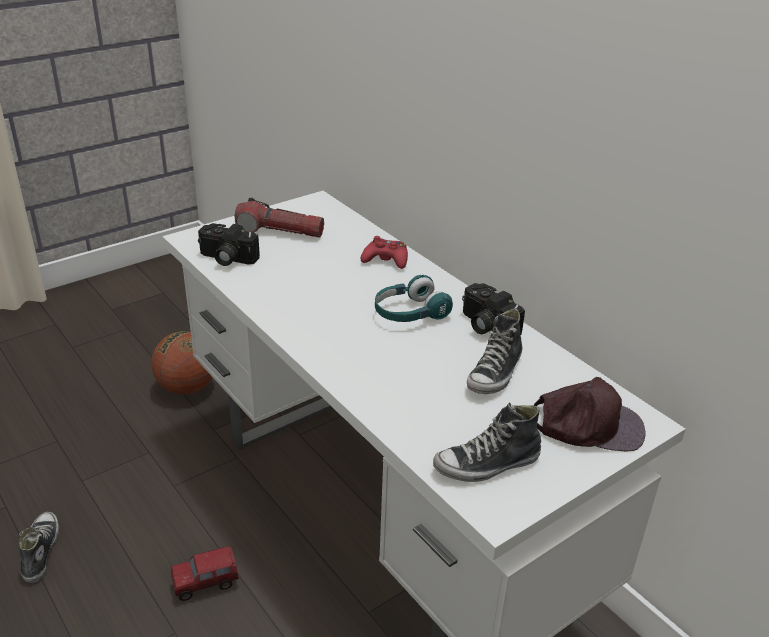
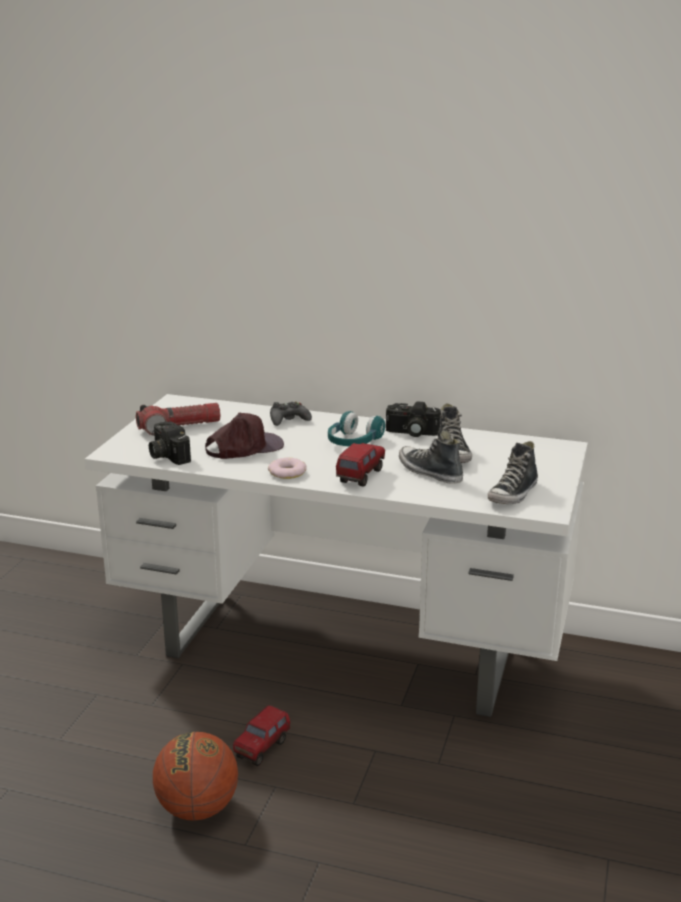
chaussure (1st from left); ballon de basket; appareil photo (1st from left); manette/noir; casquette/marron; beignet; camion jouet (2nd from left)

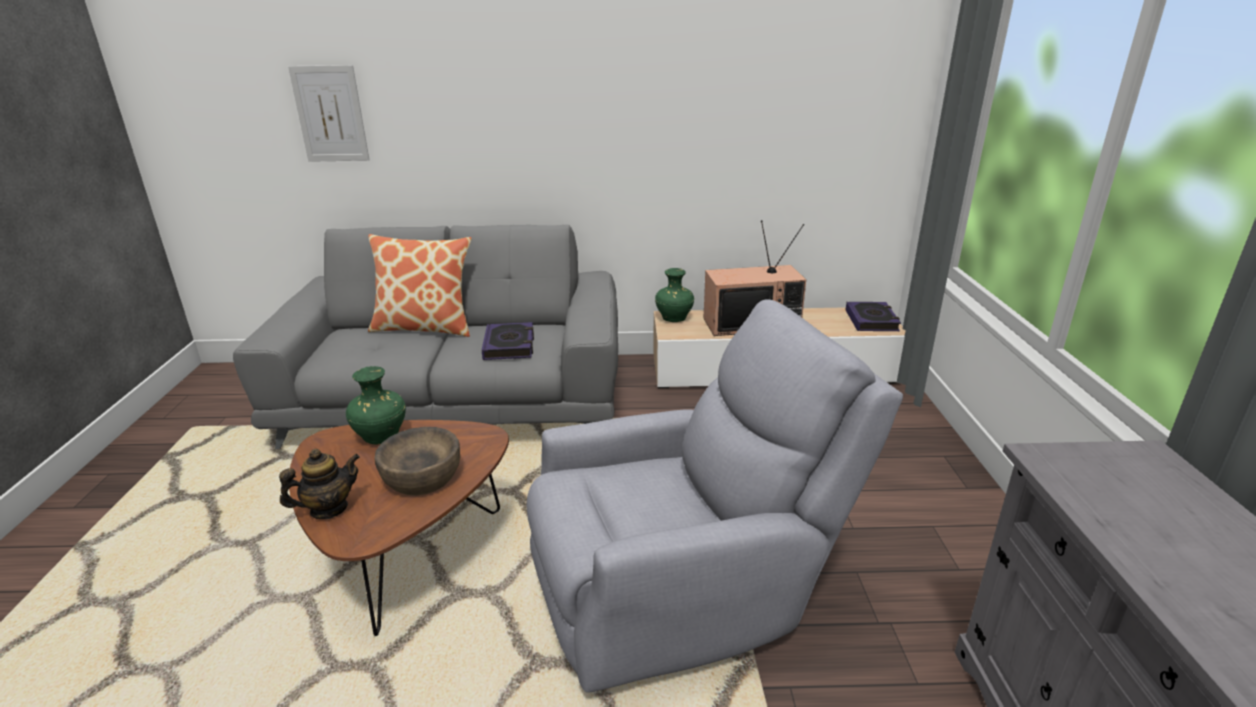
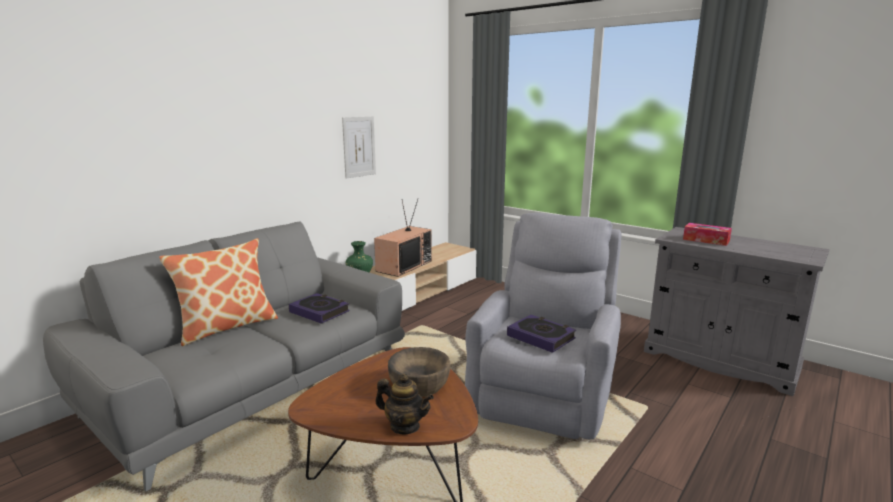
théière; tableau; vase/vert (1st from left in the first image); livre (2nd from left); boîte à mouchoirs

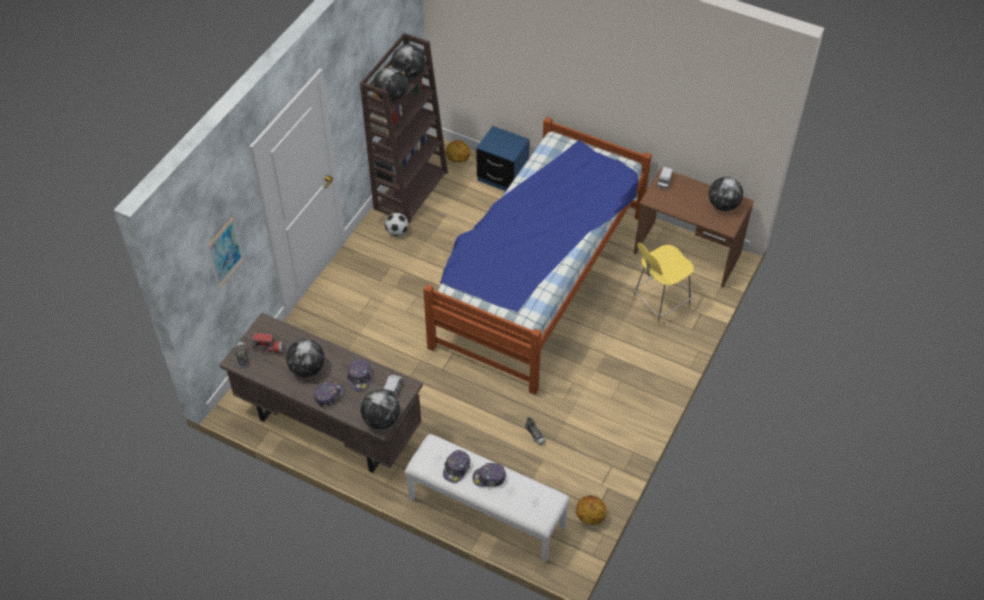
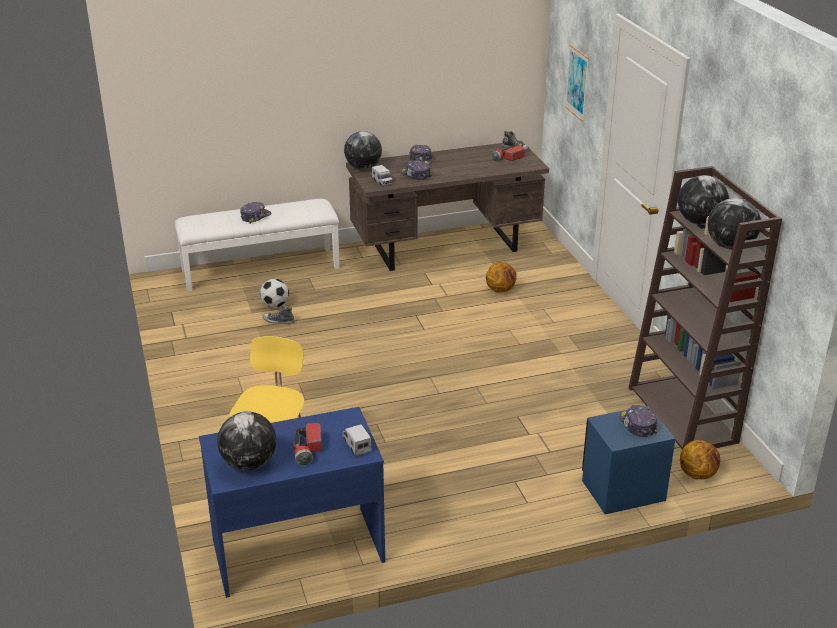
globe (1st from left in the first image); ballon de foot; lit; casquette (4th from left); ballon de basket (1st from left); bureau/bleu; lampe de poche (1st from left)

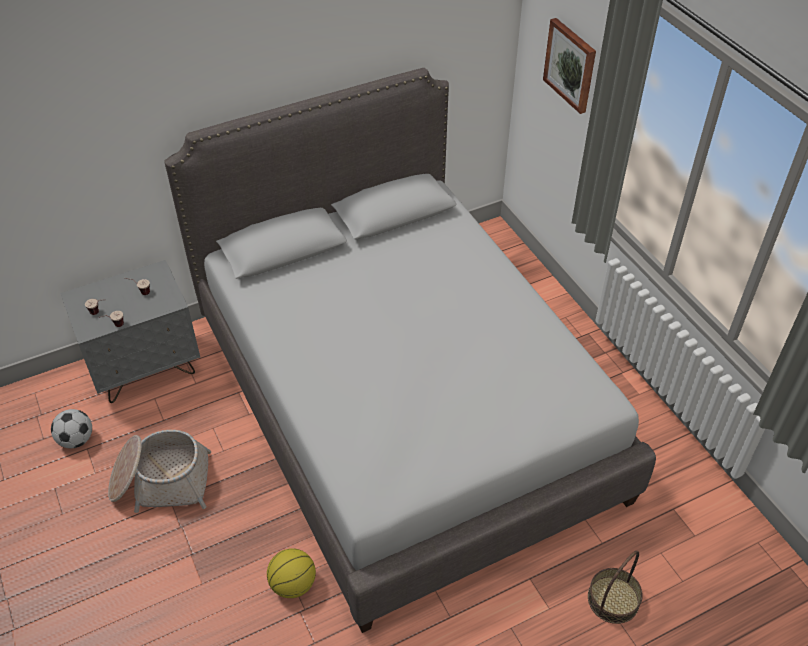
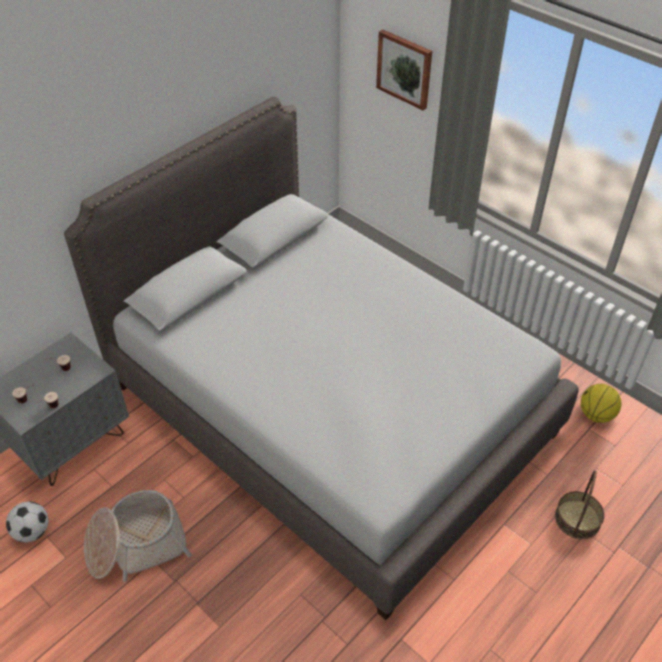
ballon de basket

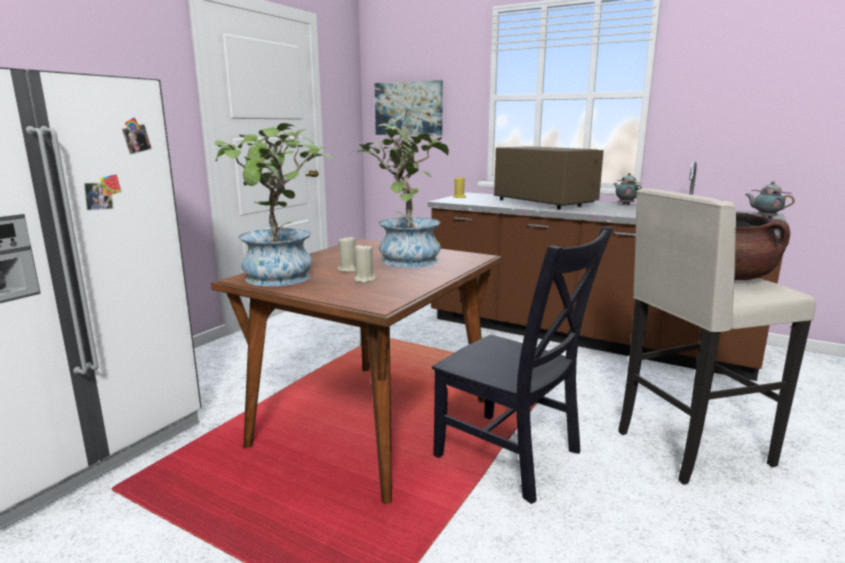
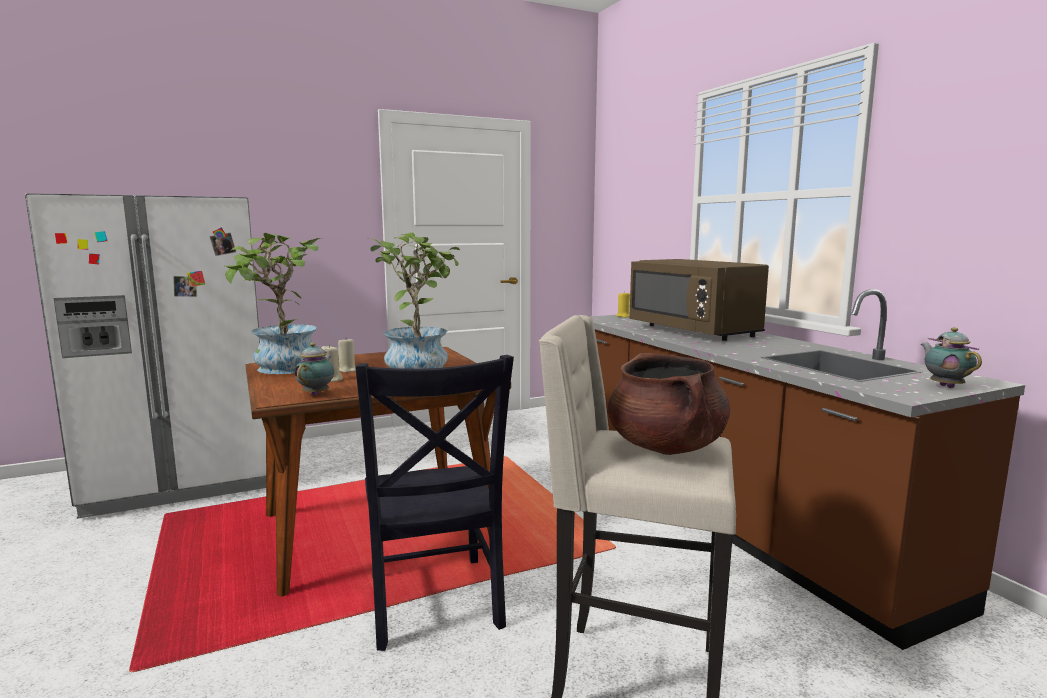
tableau; micro-ondes/marron; théière (1st from left)

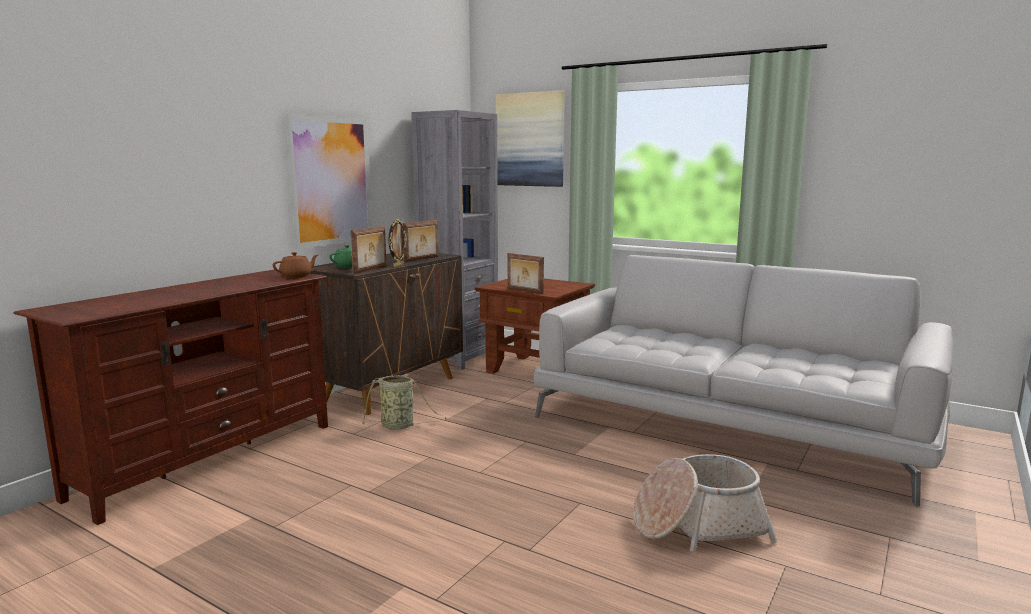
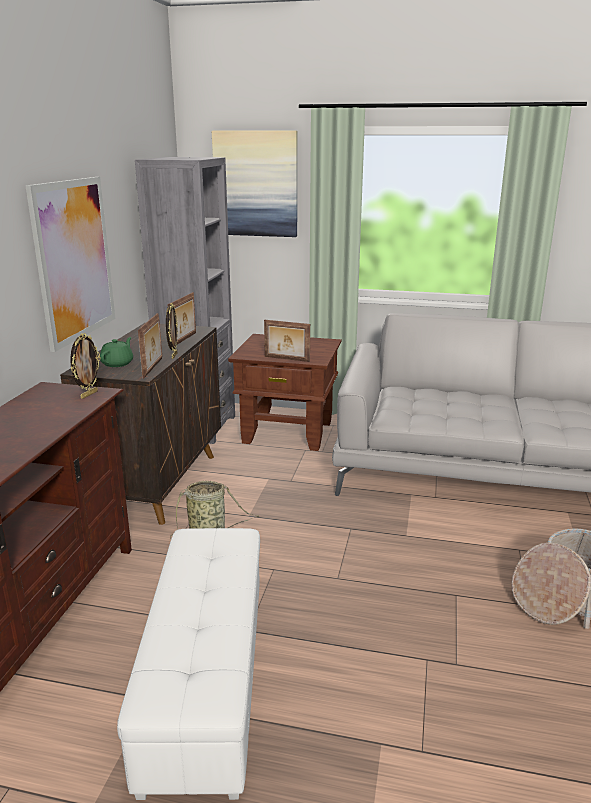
cadre photo (1st from left); pouf/blanc

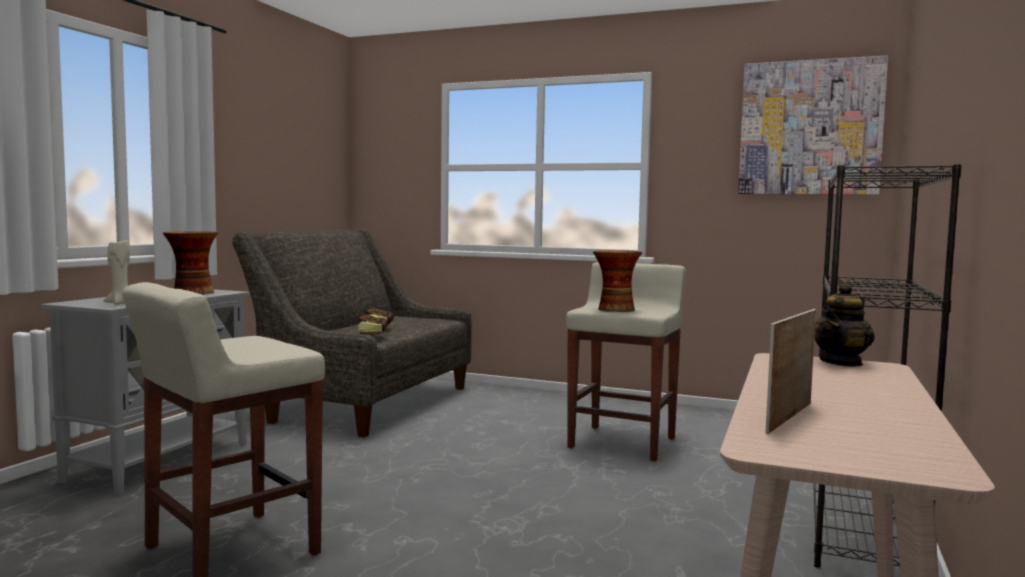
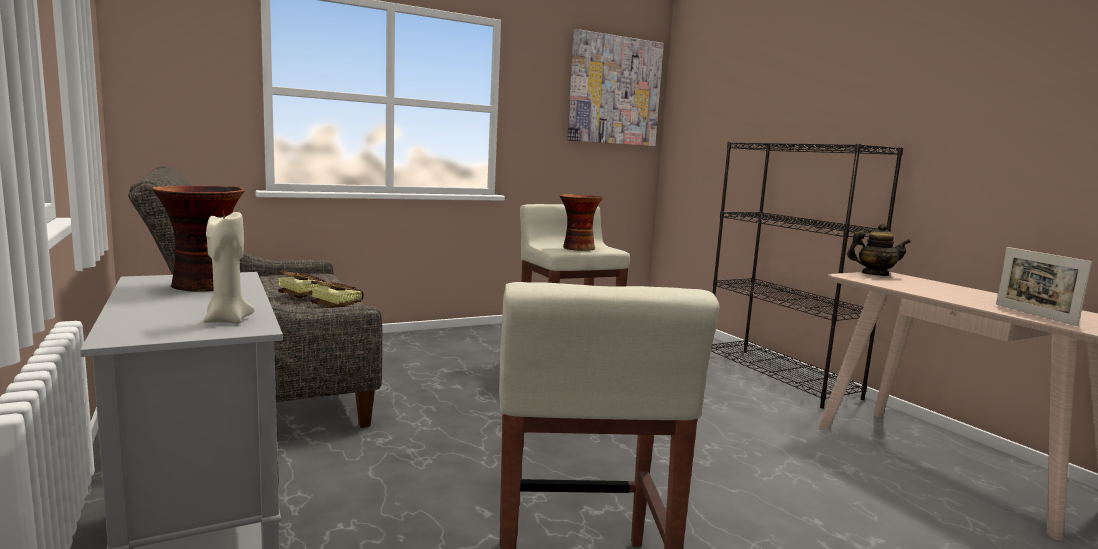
théière

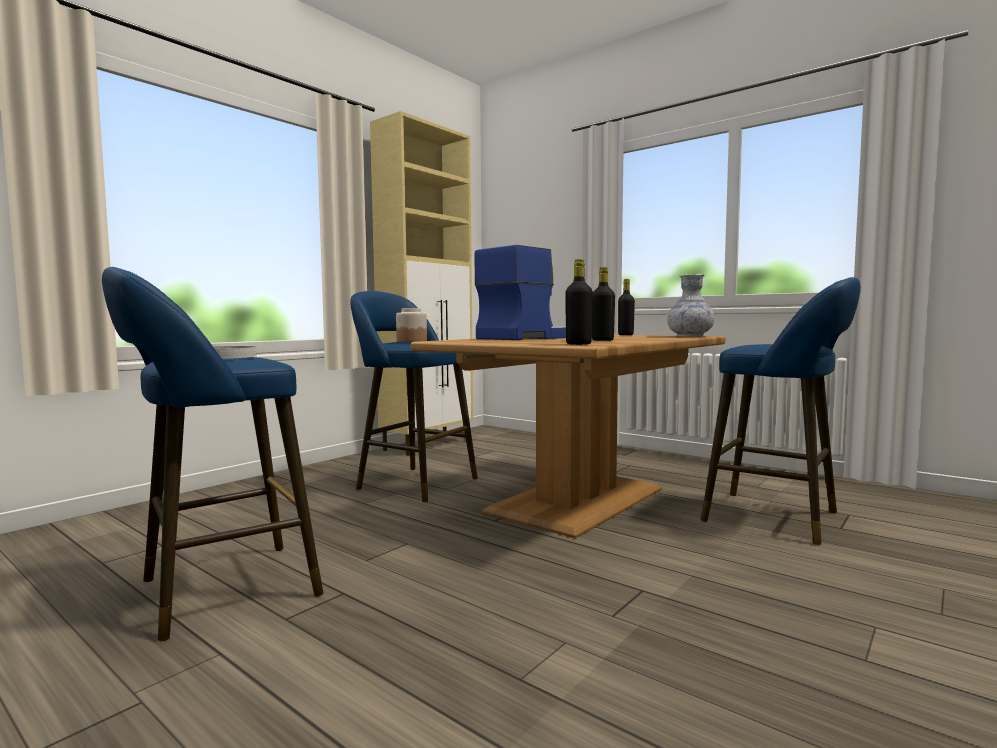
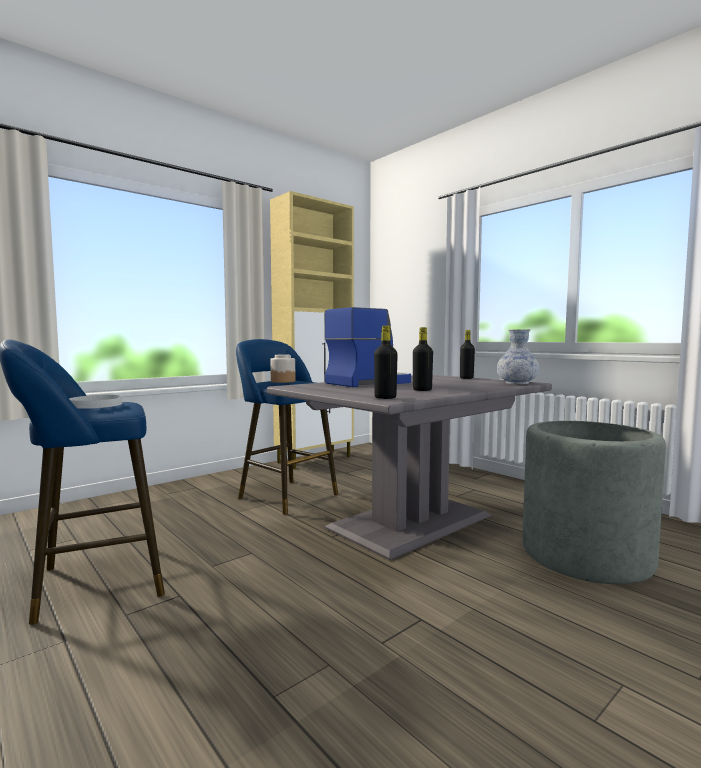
table à manger/gris; cache-pot/gris

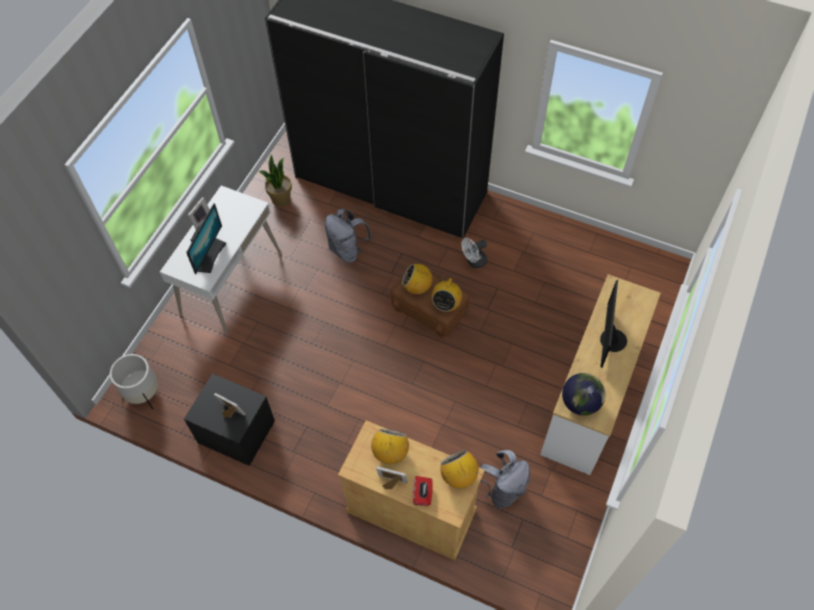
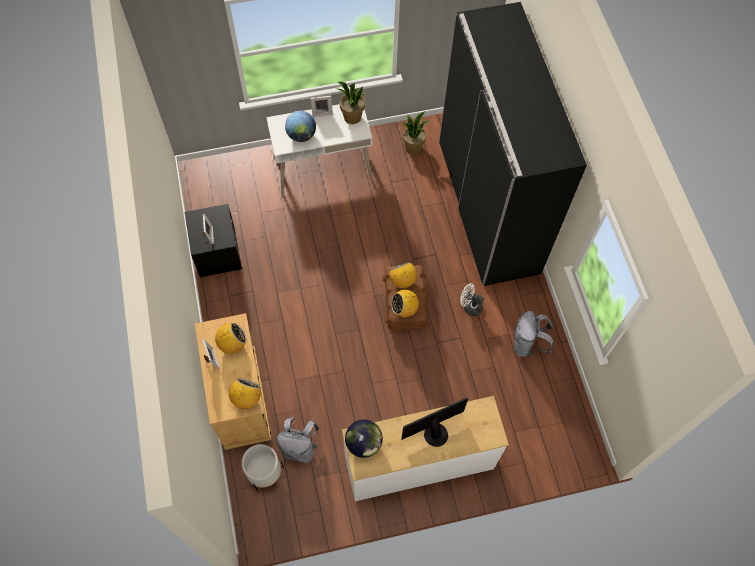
cache-pot/blanc; globe (1st from left); sac à dos/gris (2nd from left); boîte à mouchoirs/rouge; plante en pot (1st from left)

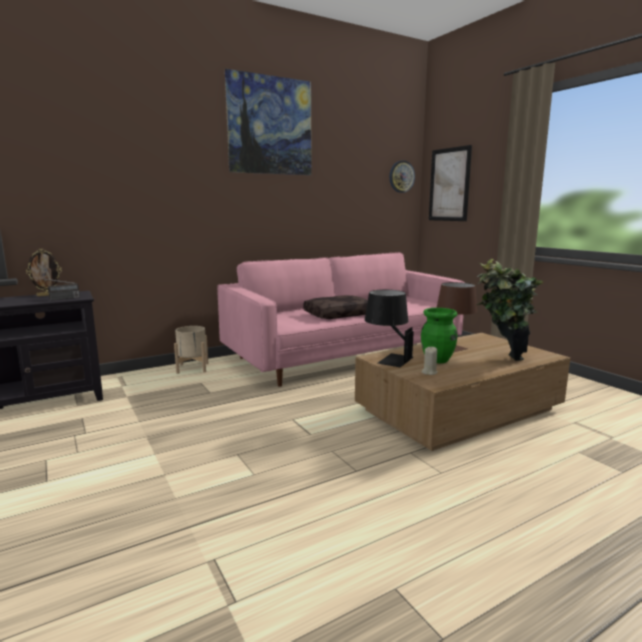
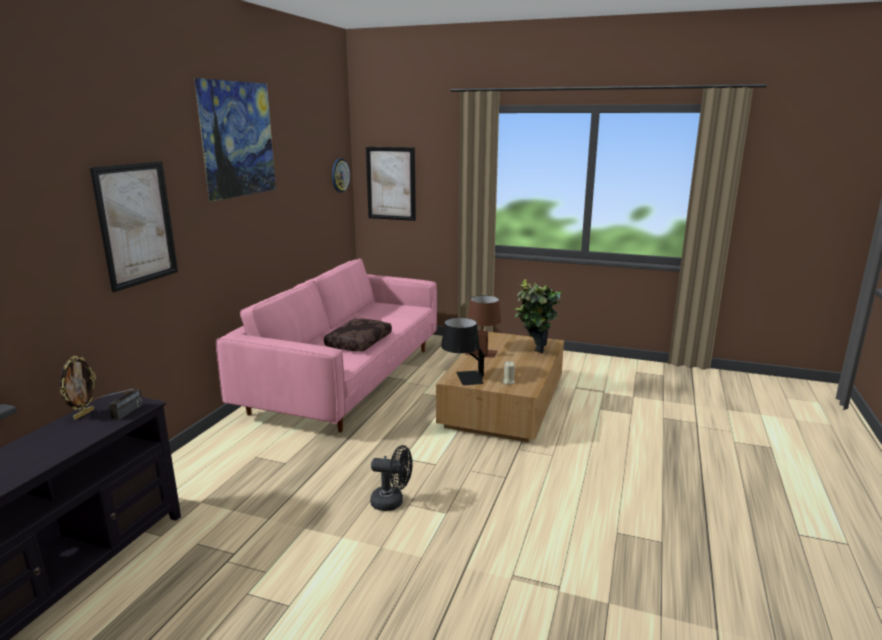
cache-pot/beige; vase/vert; tableau (1st from left); ventilateur/noir

